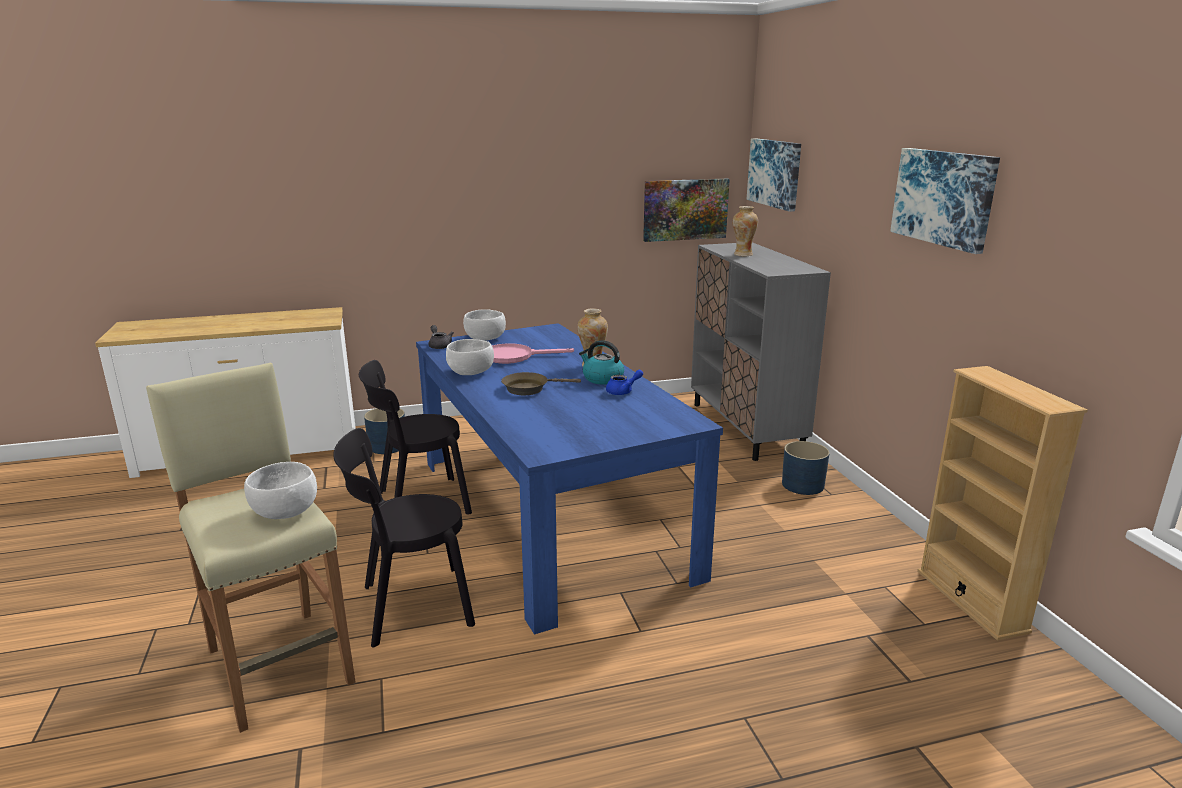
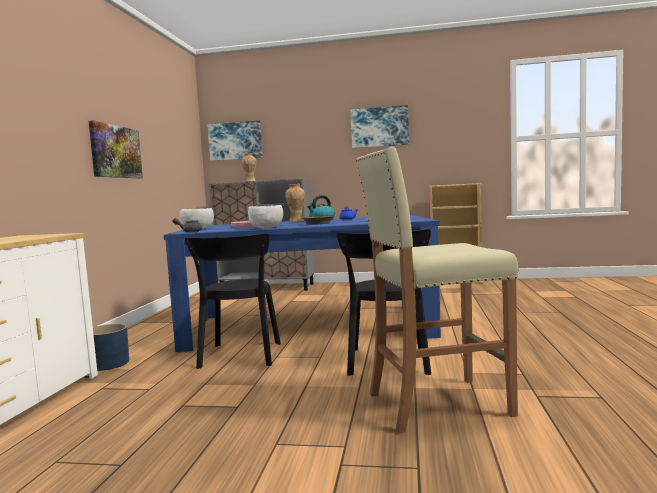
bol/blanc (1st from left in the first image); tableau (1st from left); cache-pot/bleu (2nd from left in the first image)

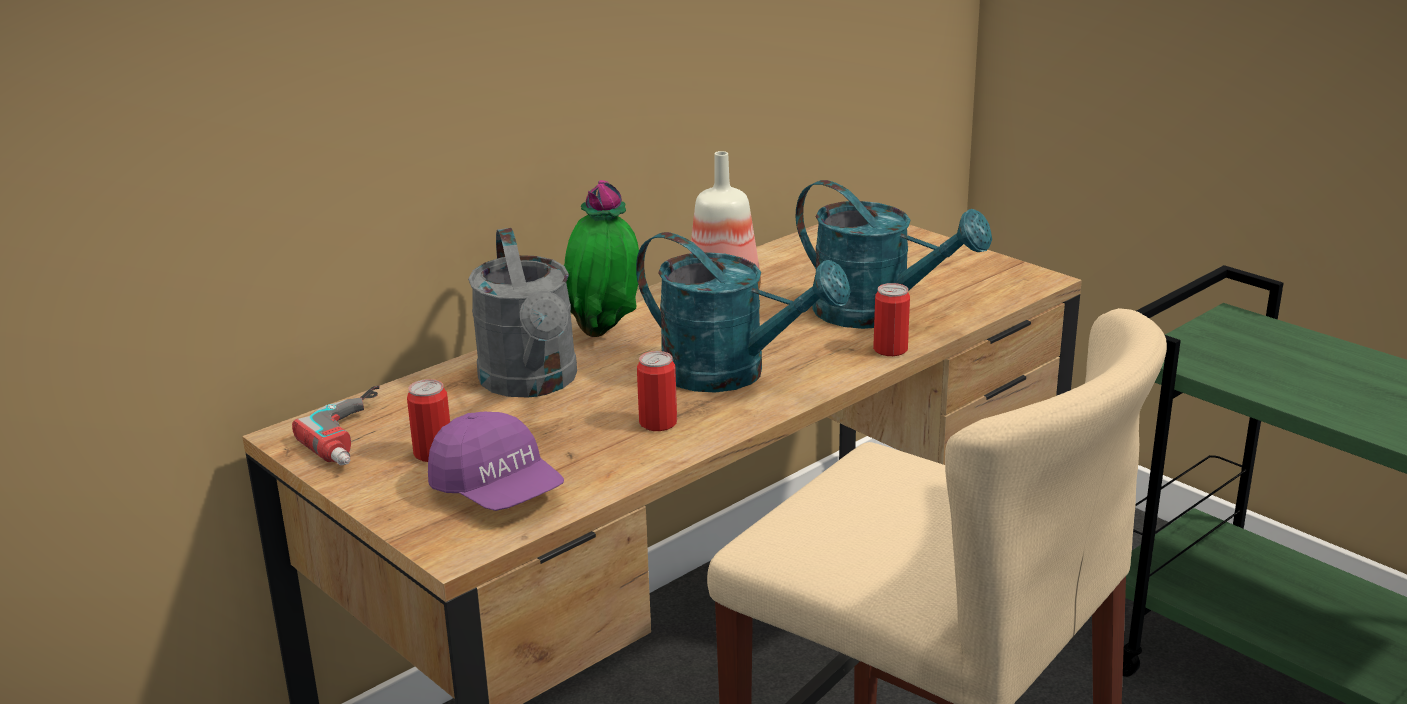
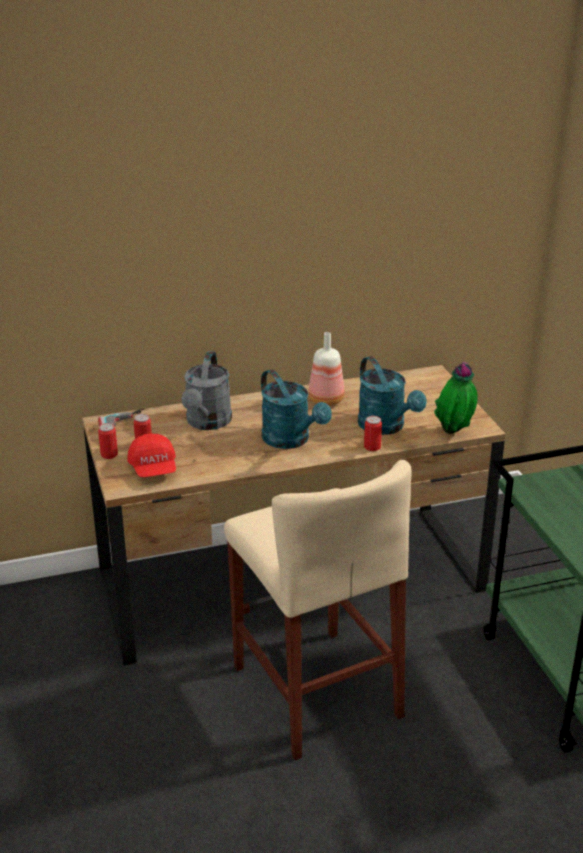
casquette/rouge; plante en pot; boîte métallique (1st from left)

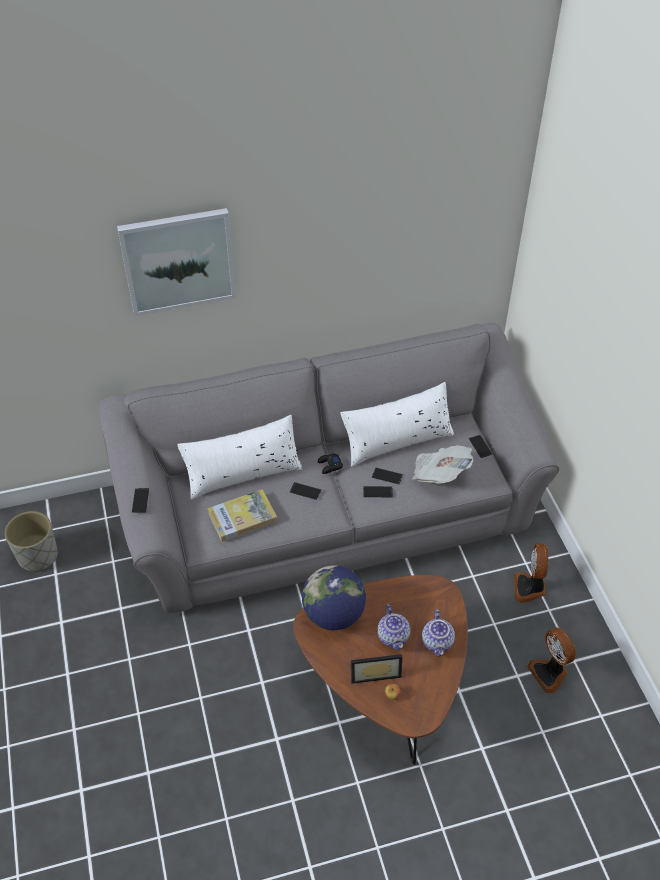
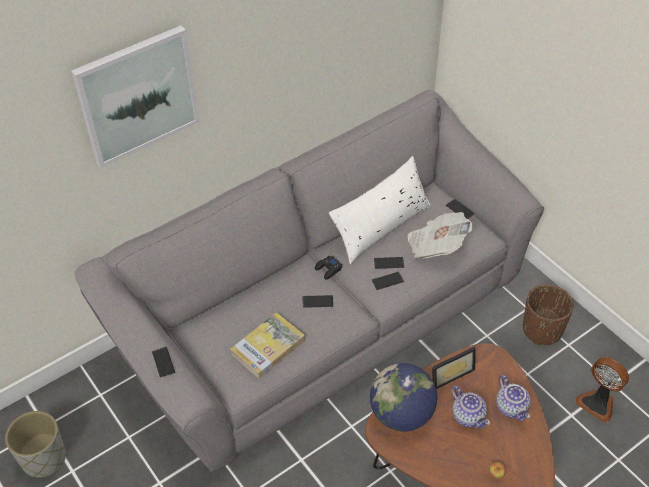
coussin/blanc (1st from left in the first image); cadre photo; cache-pot/marron

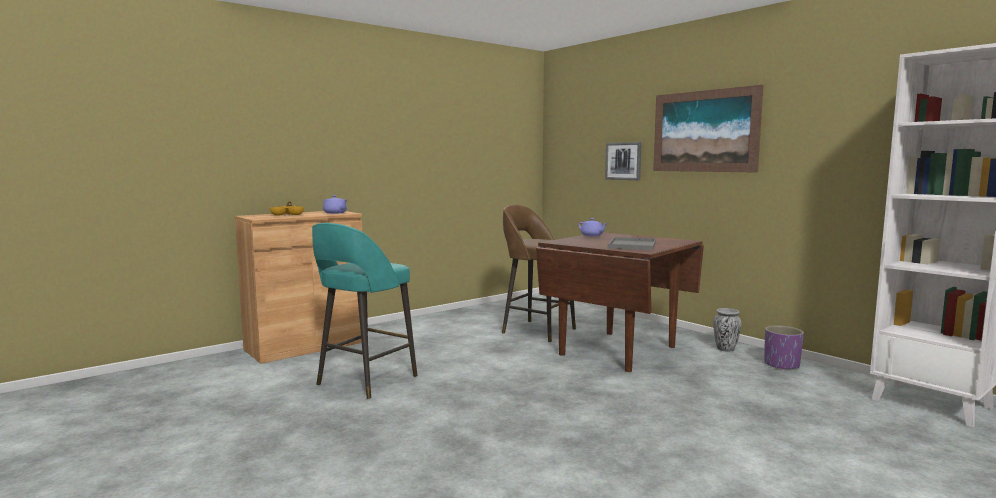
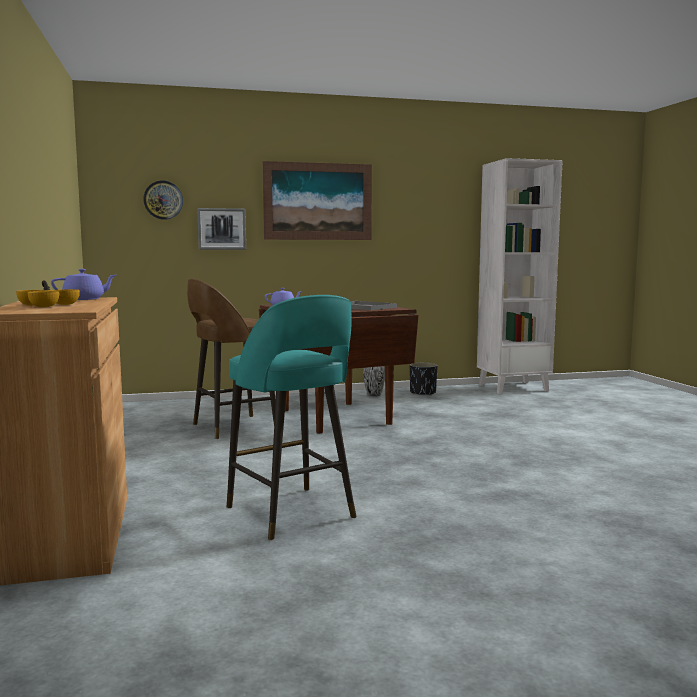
cache-pot/noir; horloge murale

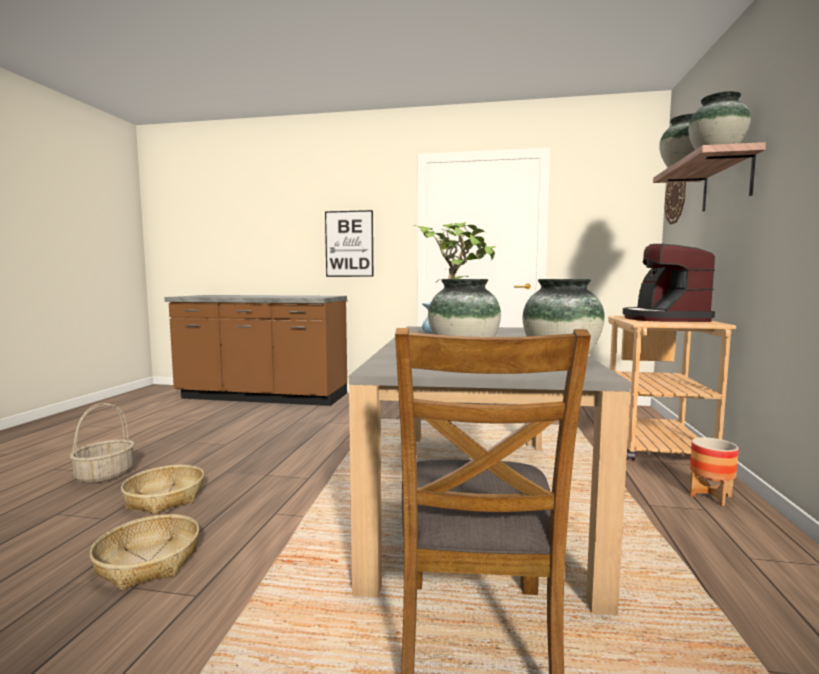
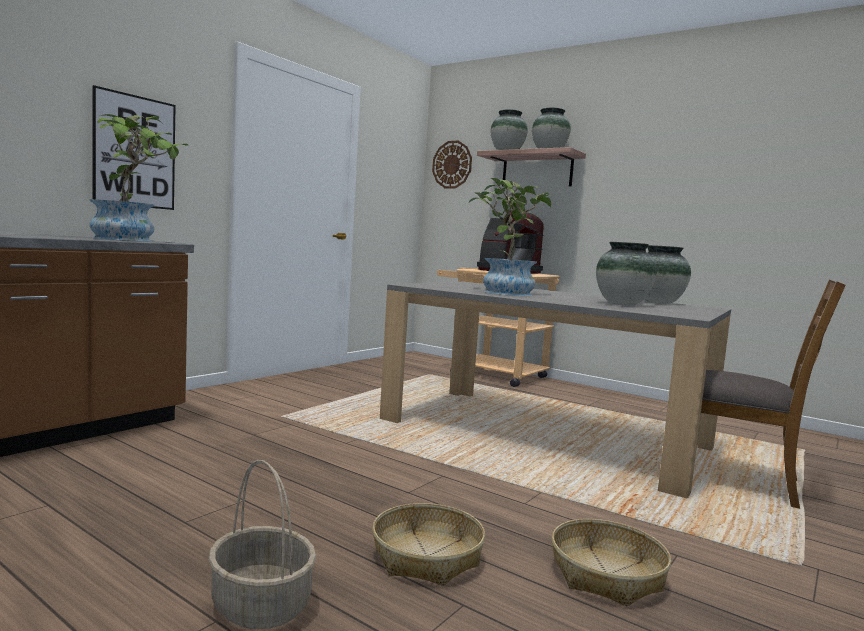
cache-pot; plante en pot (1st from left)

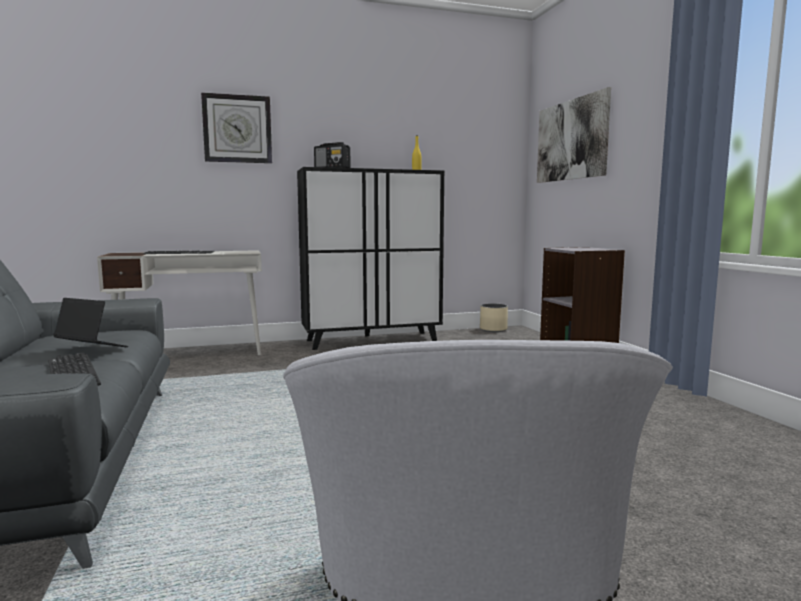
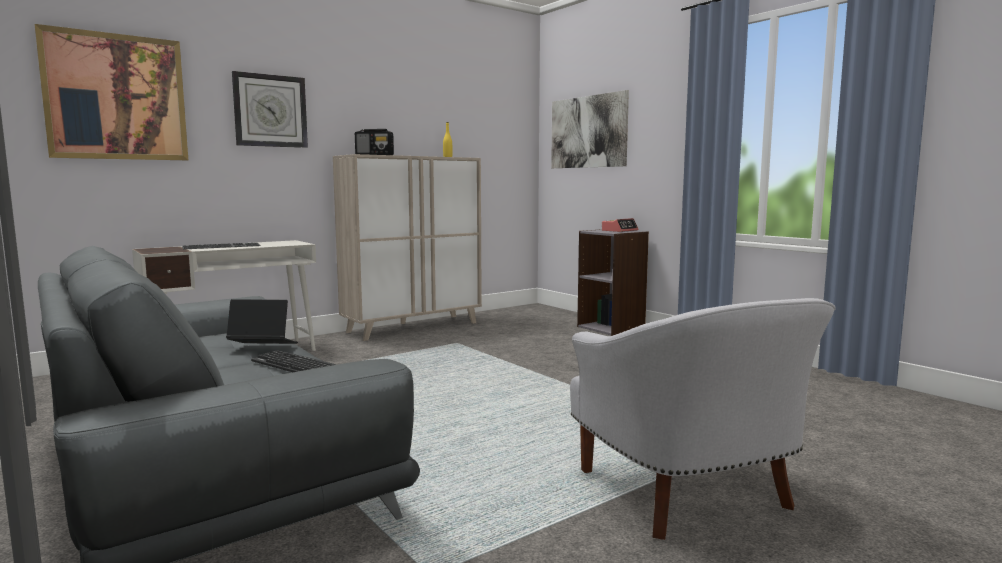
meuble de rangement/beige; cache-pot/beige; tableau (1st from left); réveil

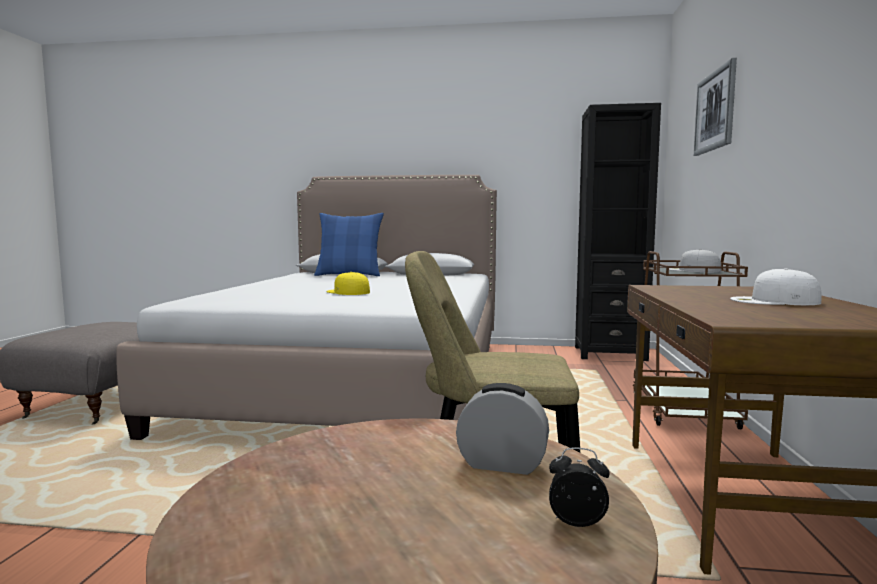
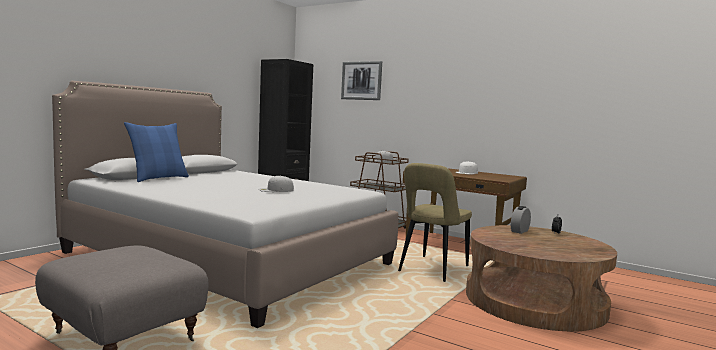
casquette/blanc (1st from left)

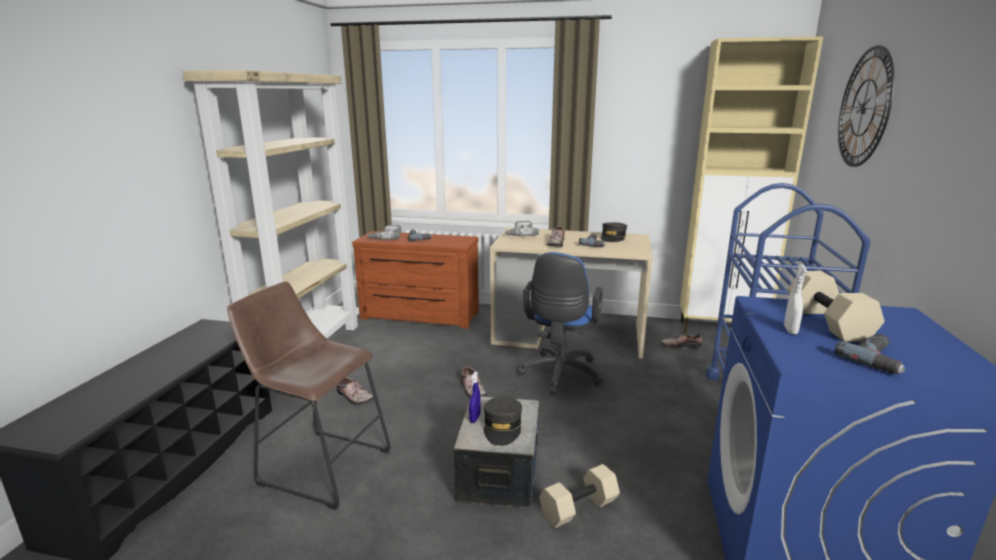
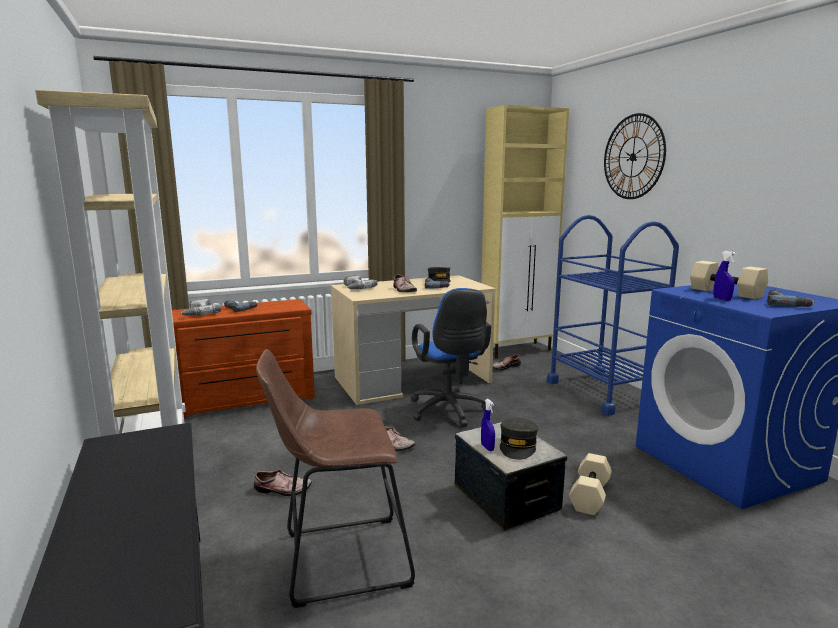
casquette/gris (2nd from left); vaporisateur/bleu (2nd from left)

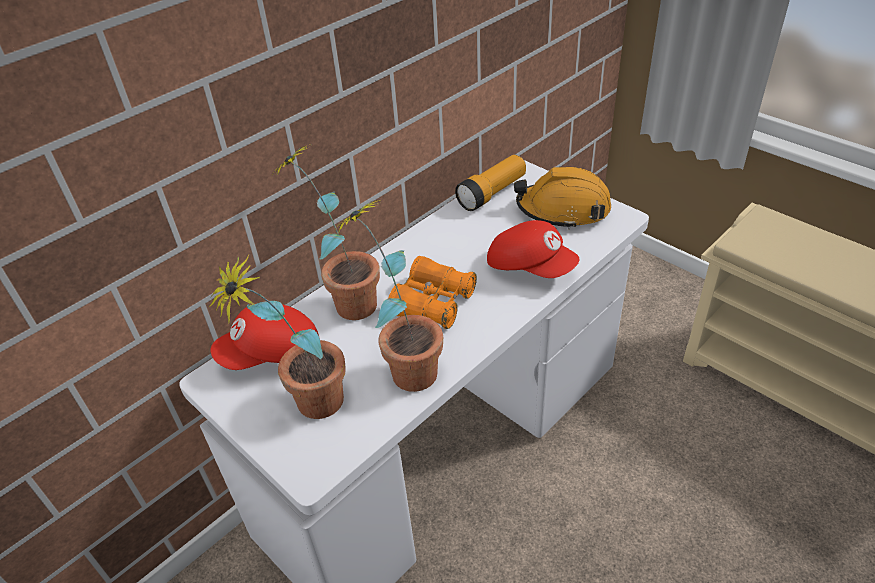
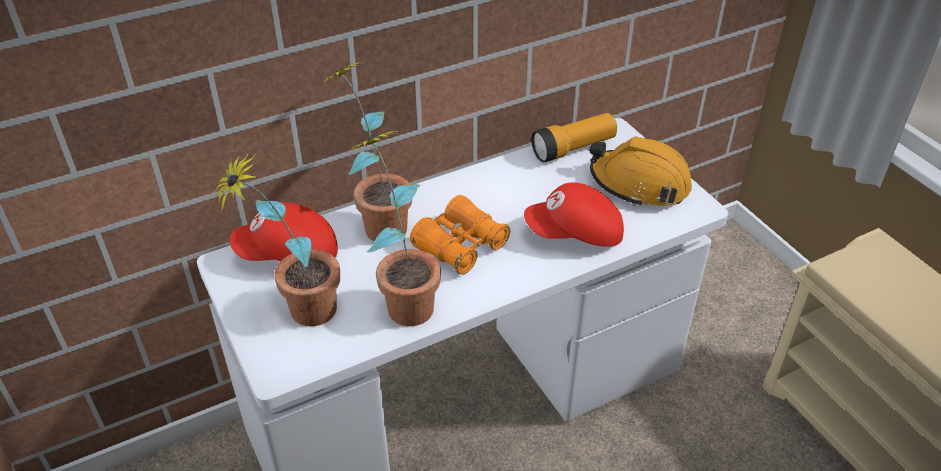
casquette/rouge (2nd from left)

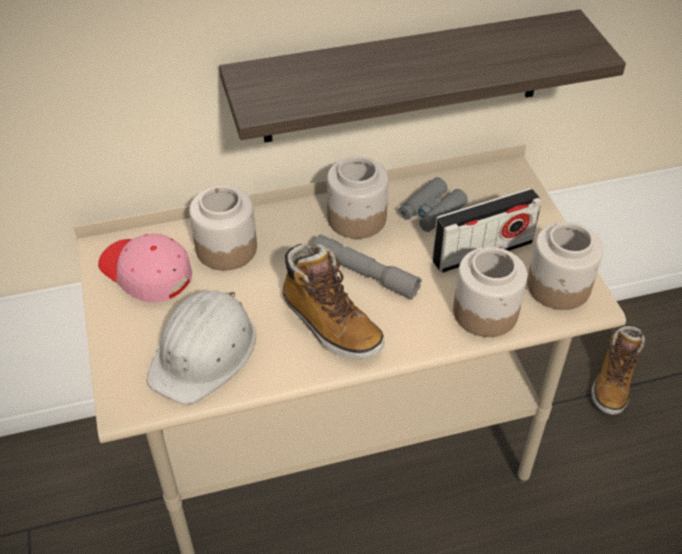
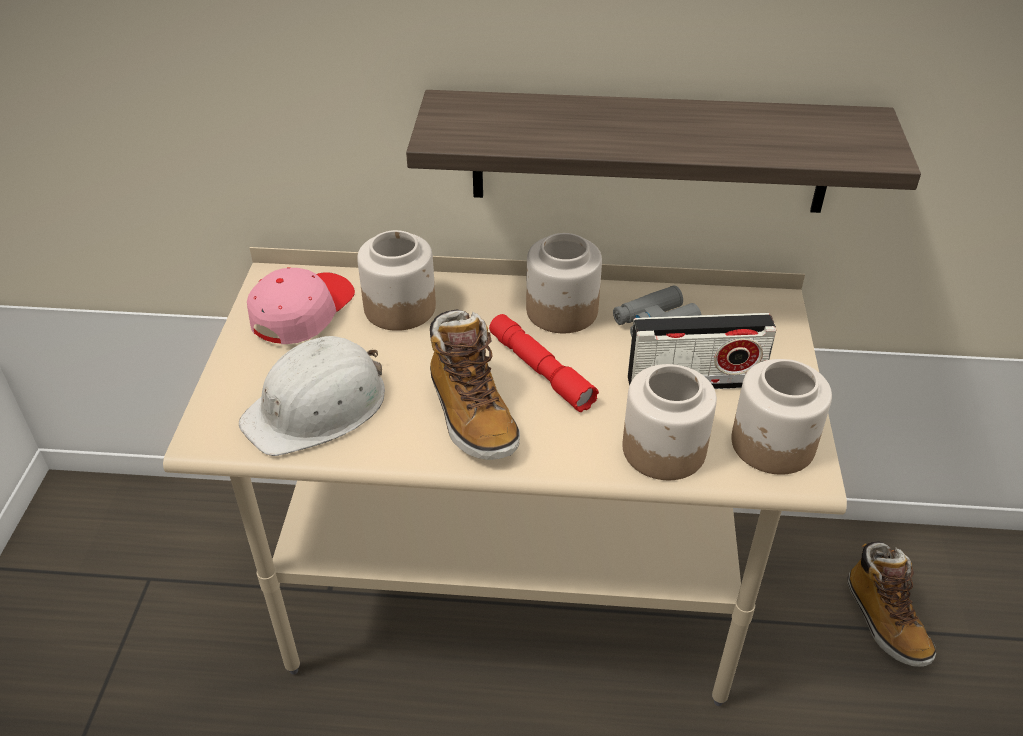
casquette/rose; lampe de poche/rouge; botte (2nd from left)

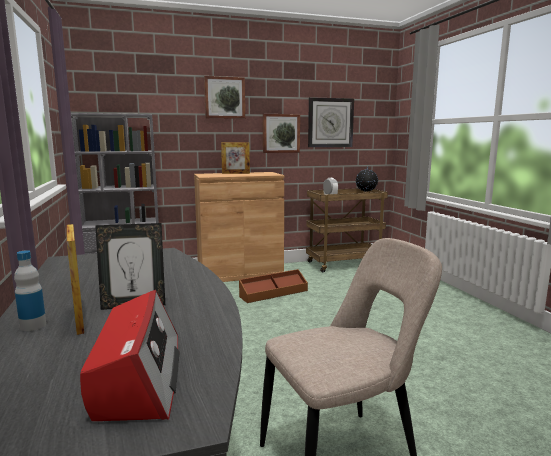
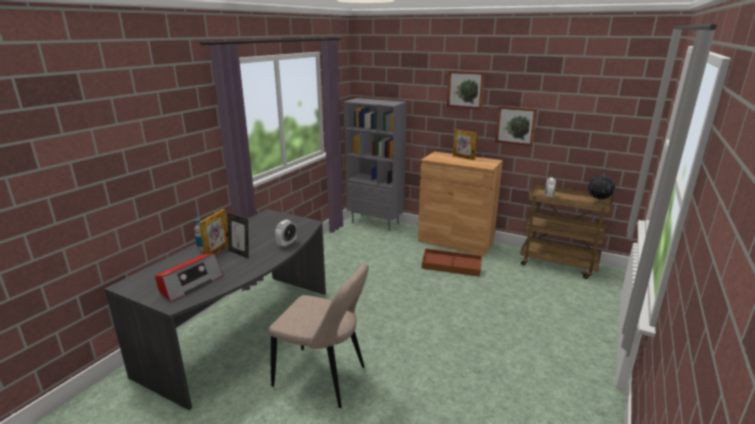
horloge murale; réveil (1st from left)

